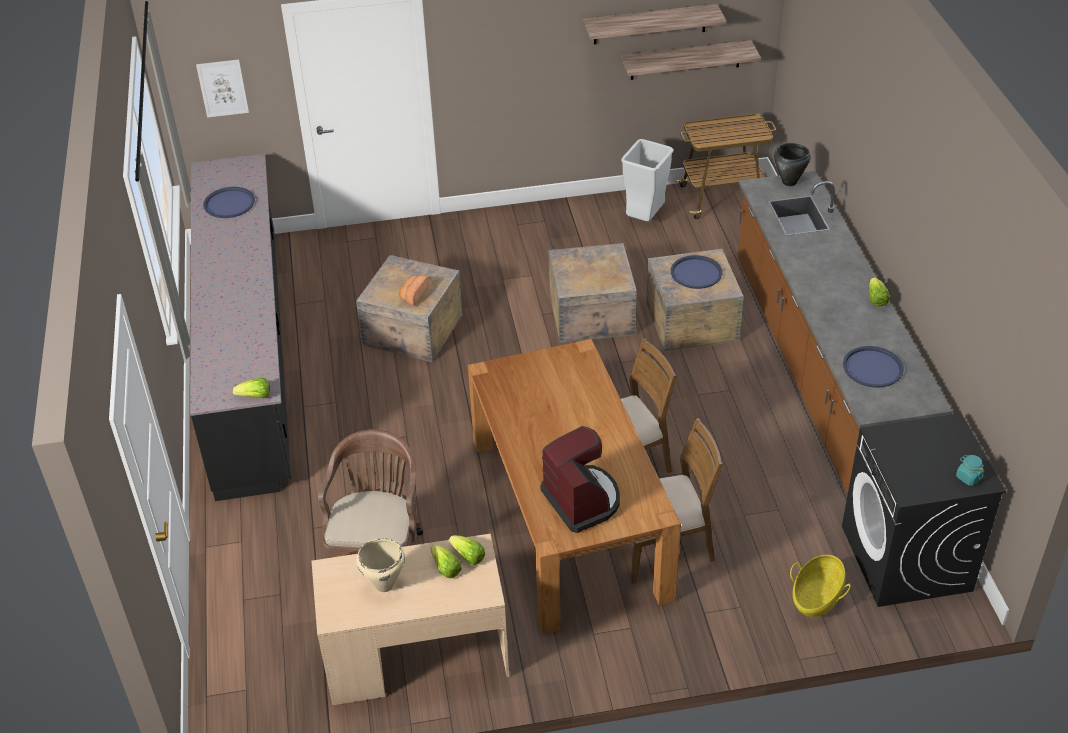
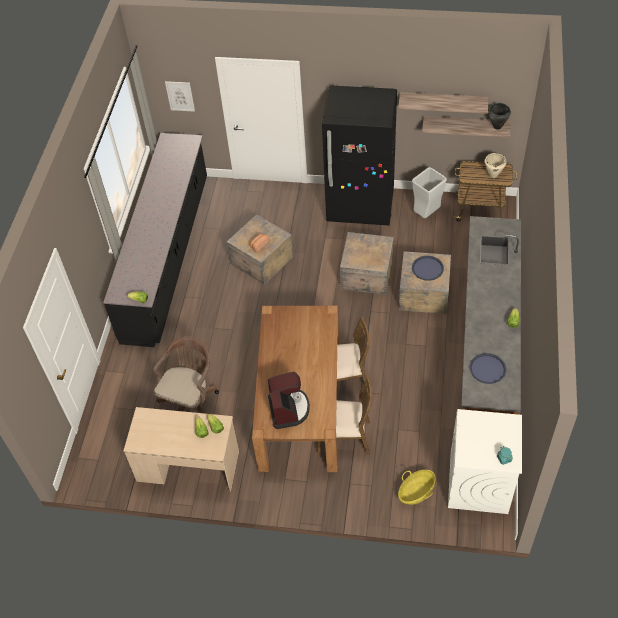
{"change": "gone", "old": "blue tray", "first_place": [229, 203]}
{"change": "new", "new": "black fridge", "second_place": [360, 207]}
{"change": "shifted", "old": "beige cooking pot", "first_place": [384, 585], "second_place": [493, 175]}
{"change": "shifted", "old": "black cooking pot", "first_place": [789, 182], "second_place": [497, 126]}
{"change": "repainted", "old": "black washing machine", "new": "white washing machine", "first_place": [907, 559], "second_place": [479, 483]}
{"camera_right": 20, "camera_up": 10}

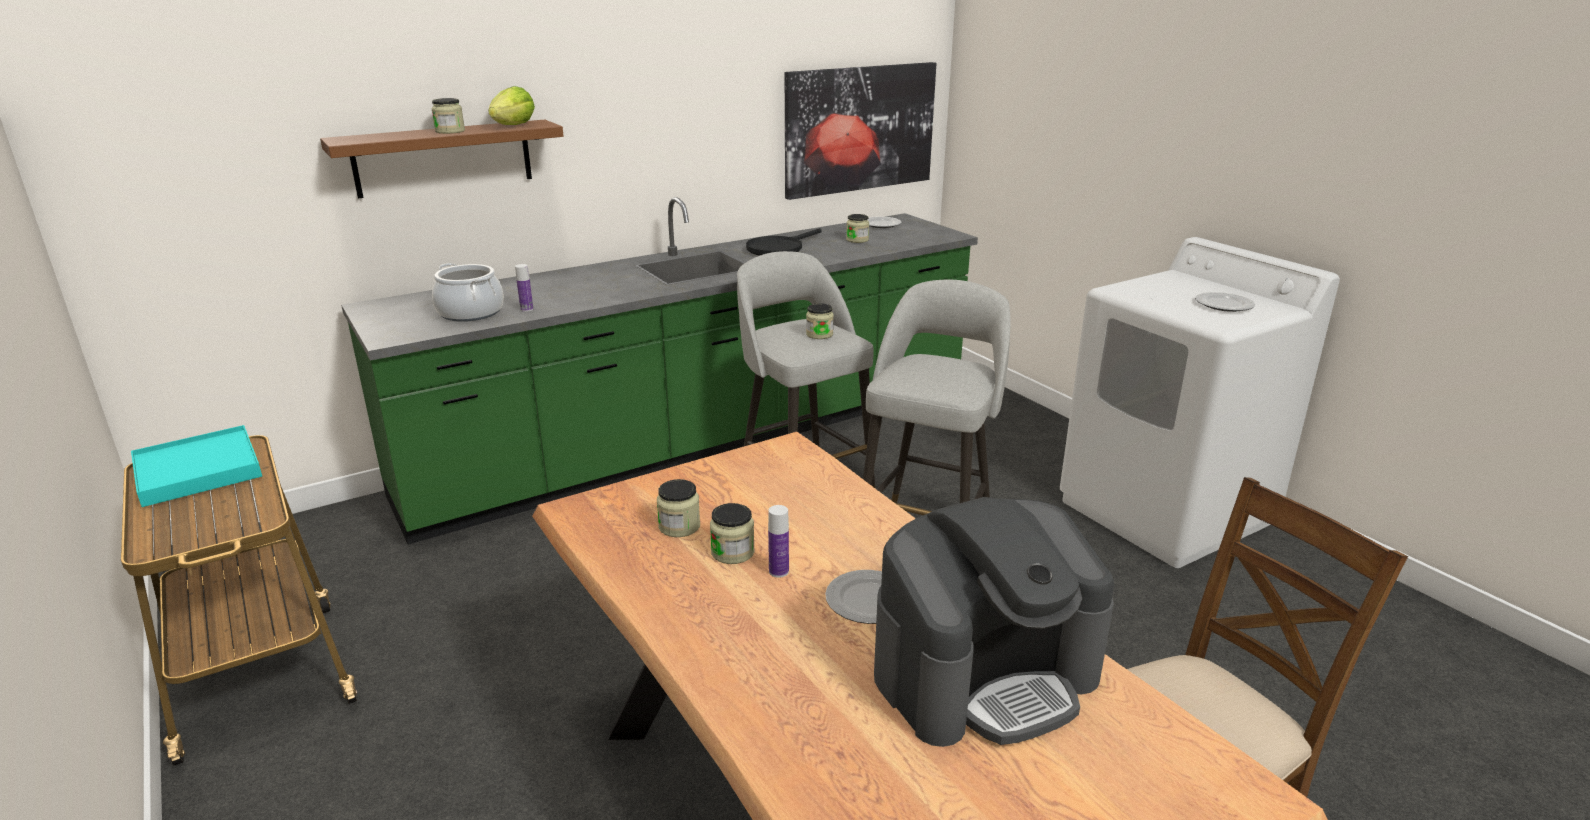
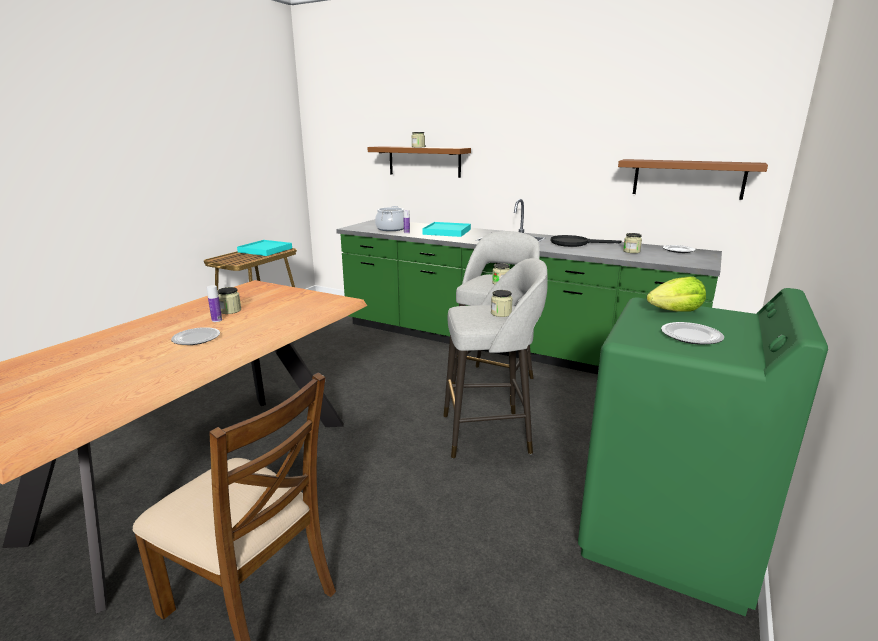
{"change": "gone", "old": "coffee machine", "first_place": [985, 674]}
{"change": "new", "new": "turquoise tray", "second_place": [447, 232]}
{"change": "shifted", "old": "lettuce", "first_place": [513, 126], "second_place": [675, 312]}
{"change": "shifted", "old": "jar", "first_place": [679, 526], "second_place": [501, 313]}
{"change": "swapped", "old": "picture", "new": "brown shelf", "first_place": [859, 129], "second_place": [688, 178]}
{"change": "repainted", "old": "white washing machine", "new": "green washing machine", "first_place": [1165, 512], "second_place": [666, 535]}
{"camera_right": 60, "camera_up": -5}

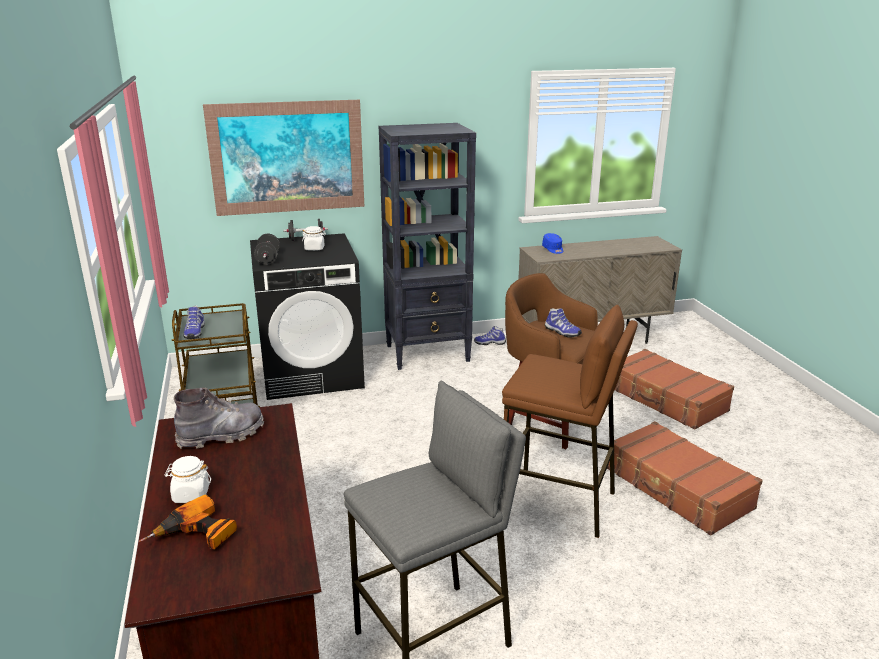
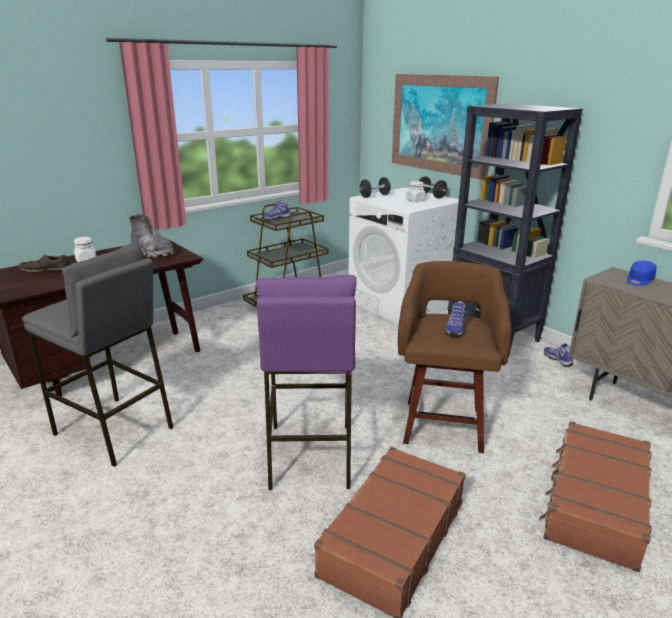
{"change": "swapped", "old": "power drill", "new": "brown shoe", "first_place": [196, 536], "second_place": [45, 269]}
{"change": "repainted", "old": "black washing machine", "new": "white washing machine", "first_place": [312, 373], "second_place": [400, 304]}
{"change": "repainted", "old": "brown stool", "new": "purple stool", "first_place": [559, 502], "second_place": [309, 456]}
{"camera_right": 65, "camera_up": 0}

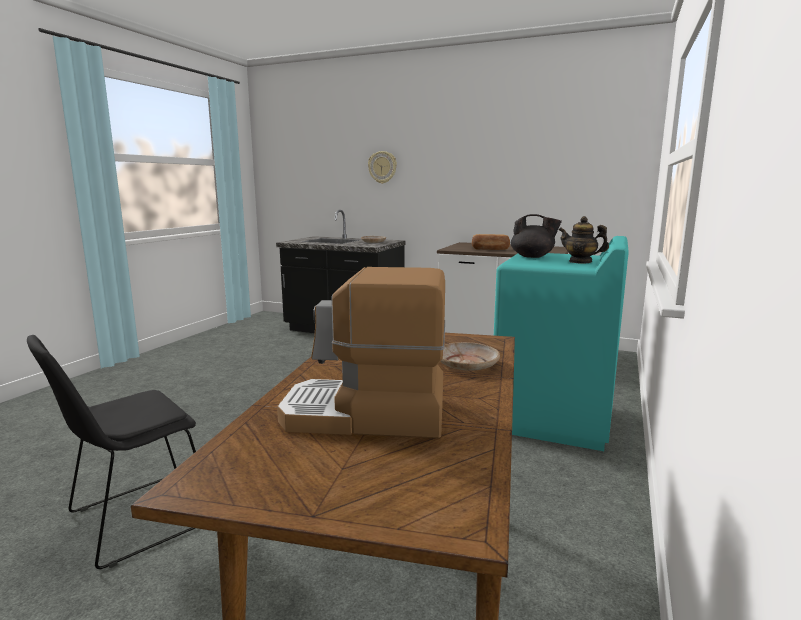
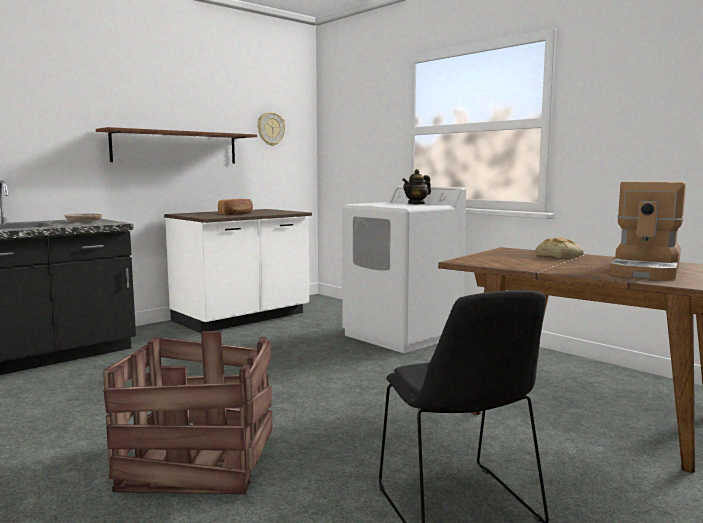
{"change": "gone", "old": "black teapot", "first_place": [533, 257]}
{"change": "new", "new": "brown shelf", "second_place": [176, 147]}
{"change": "new", "new": "crate", "second_place": [198, 462]}
{"change": "shifted", "old": "wall clock", "first_place": [382, 167], "second_place": [270, 129]}
{"change": "swapped", "old": "beige plate", "new": "bread", "first_place": [467, 364], "second_place": [558, 255]}
{"change": "repainted", "old": "turquoise washing machine", "new": "white washing machine", "first_place": [553, 419], "second_place": [402, 335]}
{"camera_right": -65, "camera_up": -5}

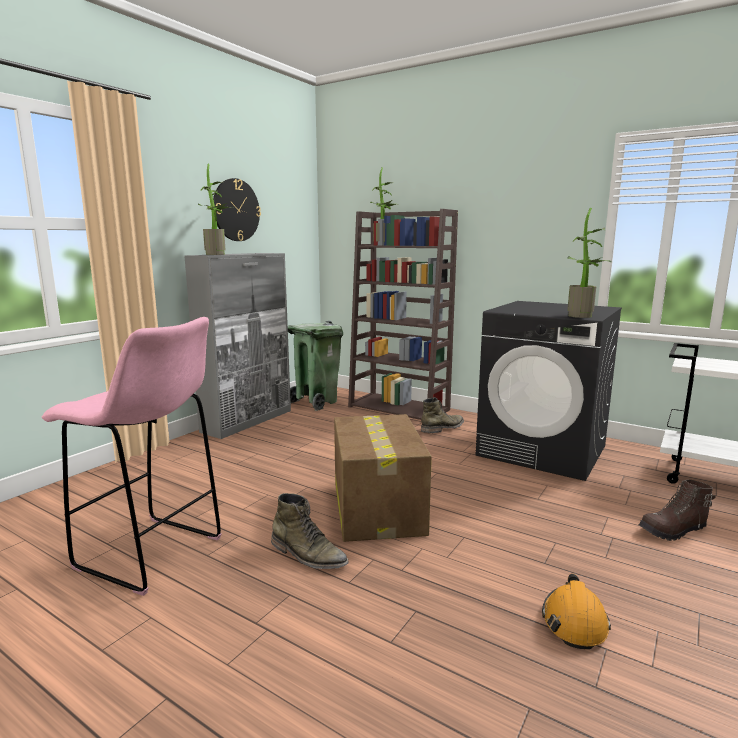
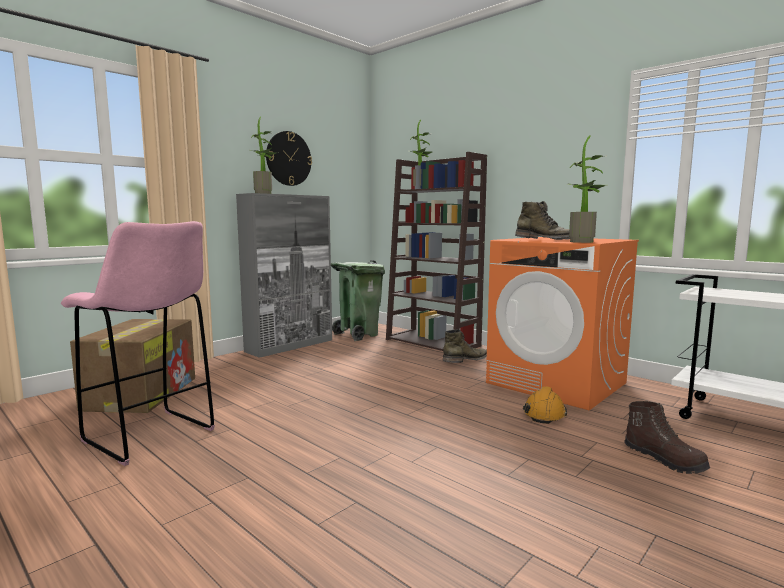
{"change": "shifted", "old": "green boot", "first_place": [308, 555], "second_place": [545, 239]}
{"change": "shifted", "old": "cardboard box", "first_place": [377, 507], "second_place": [142, 393]}
{"change": "shifted", "old": "orange hard hat", "first_place": [574, 621], "second_place": [544, 413]}
{"change": "repainted", "old": "black washing machine", "new": "orange washing machine", "first_place": [542, 450], "second_place": [557, 383]}
{"change": "rotated", "old": "brown boot", "first_place": [673, 531], "second_place": [664, 459], "degrees": -120}
{"camera_right": 10, "camera_up": -5}

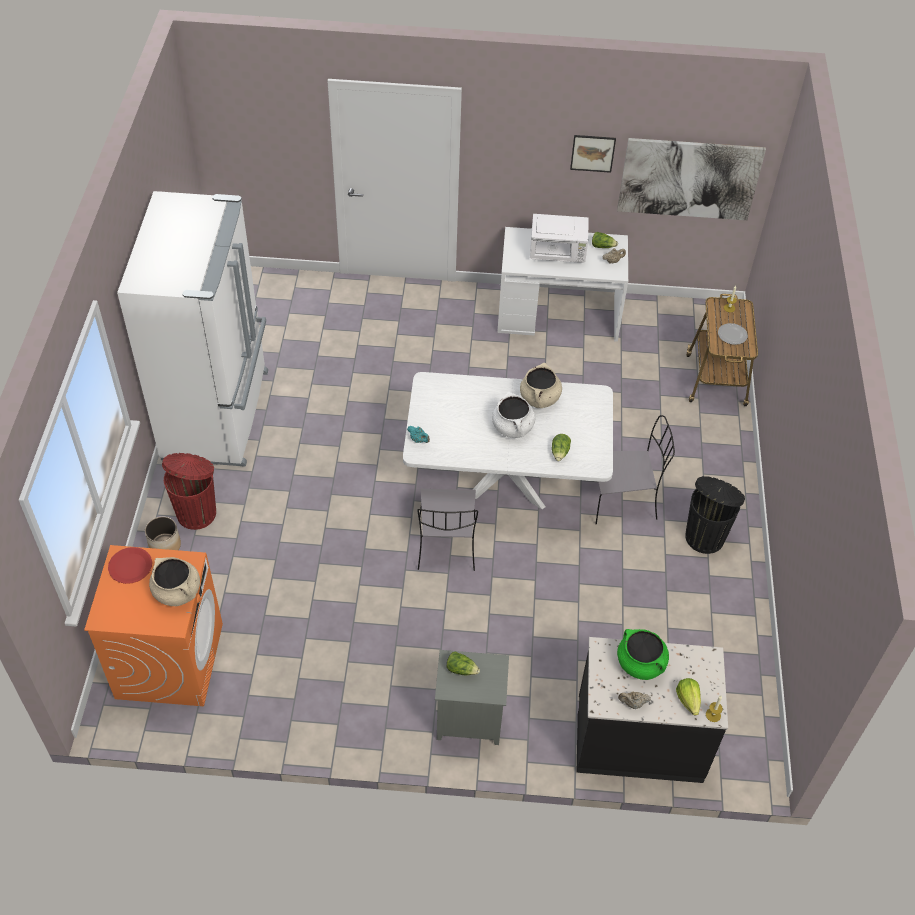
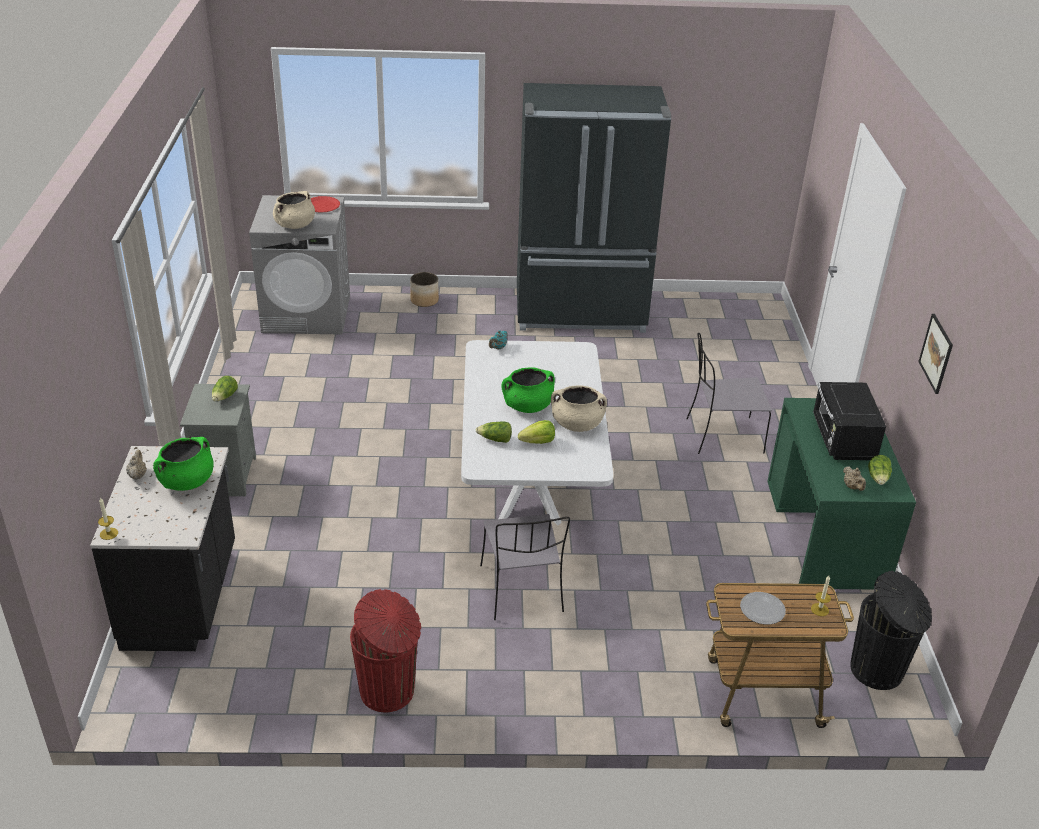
{"change": "gone", "old": "picture", "first_place": [689, 178]}
{"change": "shifted", "old": "red trash can", "first_place": [197, 512], "second_place": [389, 691]}
{"change": "shifted", "old": "grey chair", "first_place": [446, 546], "second_place": [722, 436]}
{"change": "shifted", "old": "lettuce", "first_place": [688, 700], "second_place": [538, 442]}
{"change": "shifted", "old": "black trash can", "first_place": [705, 536], "second_place": [878, 670]}
{"change": "repainted", "old": "orange washing machine", "new": "grey washing machine", "first_place": [169, 660], "second_place": [307, 314]}
{"change": "repainted", "old": "white fridge", "new": "black fridge", "first_place": [218, 414], "second_place": [581, 312]}
{"change": "repainted", "old": "white cooking pot", "new": "green cooking pot", "first_place": [513, 427], "second_place": [527, 406]}
{"change": "repainted", "old": "white desk", "new": "green desk", "first_place": [558, 314], "second_place": [825, 532]}
{"change": "repainted", "old": "white microwave", "new": "black microwave", "first_place": [558, 253], "second_place": [842, 440]}
{"camera_right": 85, "camera_up": -15}

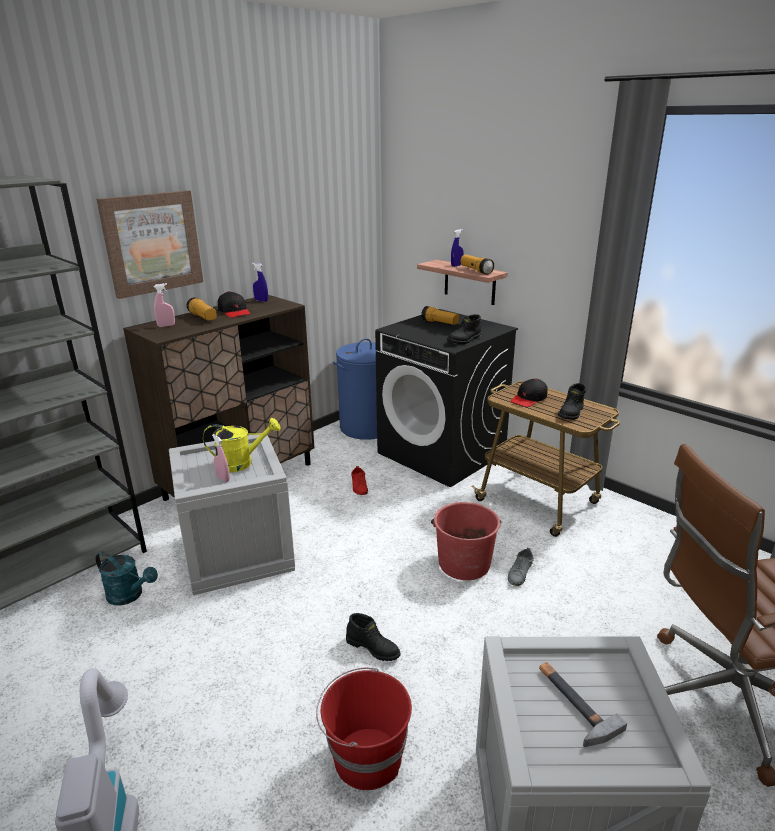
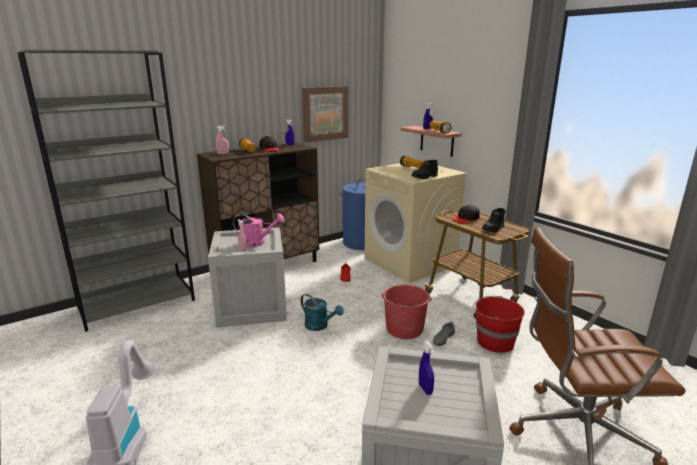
{"change": "gone", "old": "black boot", "first_place": [373, 647]}
{"change": "shifted", "old": "turquoise watering can", "first_place": [130, 595], "second_place": [320, 326]}
{"change": "shifted", "old": "picture", "first_place": [152, 243], "second_place": [325, 113]}
{"change": "shifted", "old": "red bucket", "first_place": [366, 757], "second_place": [494, 342]}
{"change": "swapped", "old": "hammer", "new": "blue spray bottle", "first_place": [572, 703], "second_place": [425, 389]}
{"change": "repainted", "old": "yellow watering can", "new": "pink watering can", "first_place": [241, 463], "second_place": [257, 243]}
{"change": "repainted", "old": "black washing machine", "new": "beige washing machine", "first_place": [442, 453], "second_place": [410, 262]}
{"camera_right": 10, "camera_up": -5}

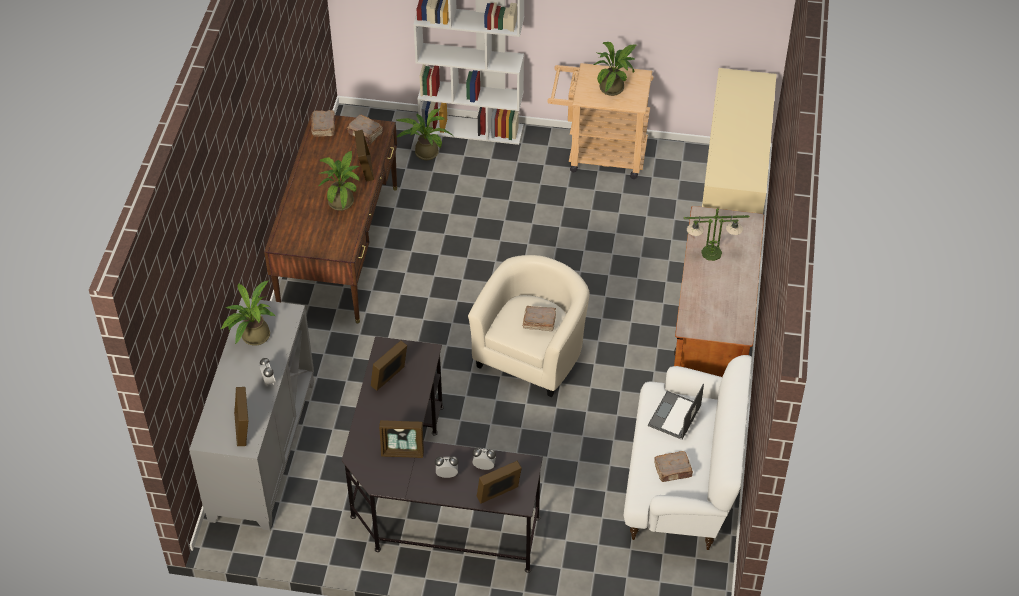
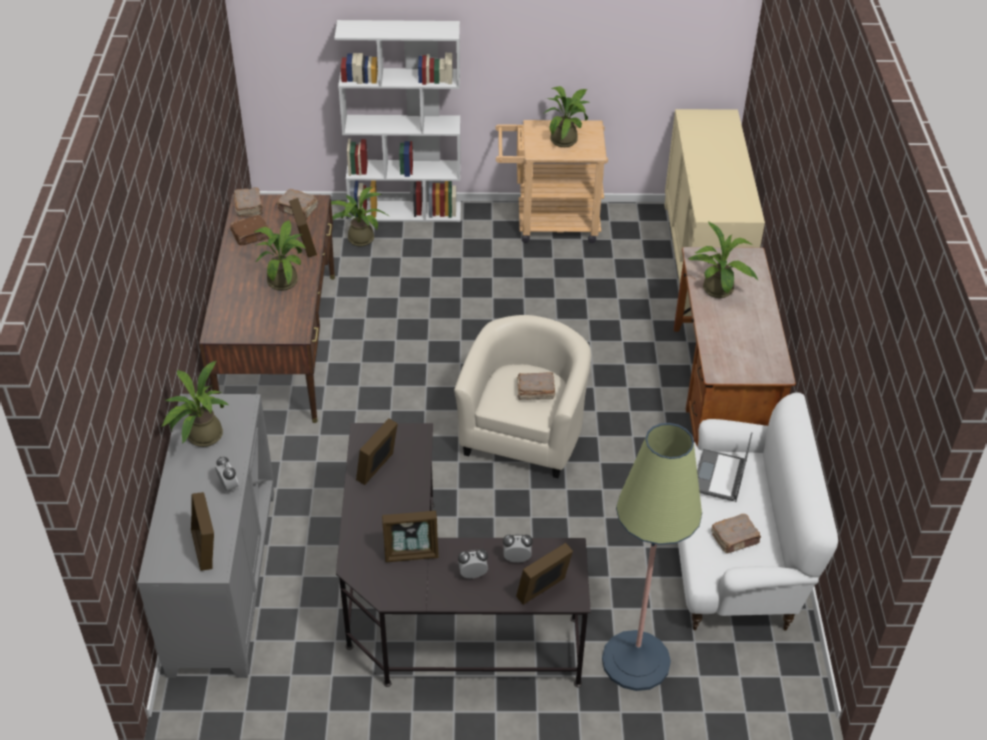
{"change": "new", "new": "brown book", "second_place": [251, 236]}
{"change": "new", "new": "floor lamp", "second_place": [636, 661]}
{"change": "swapped", "old": "table lamp", "new": "potted plant", "first_place": [712, 253], "second_place": [719, 292]}
{"camera_right": -10, "camera_up": -5}

